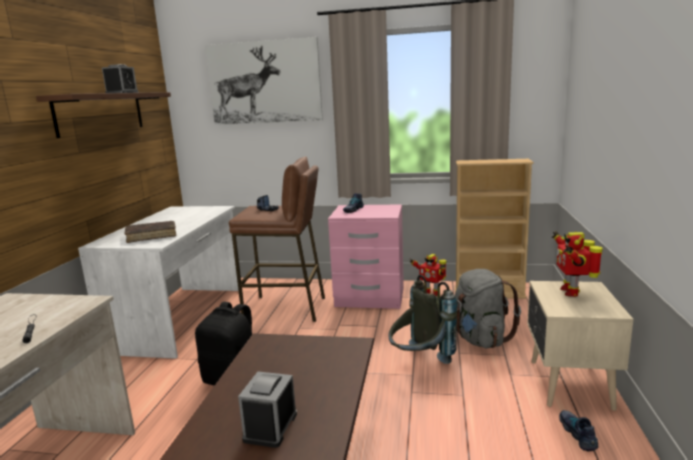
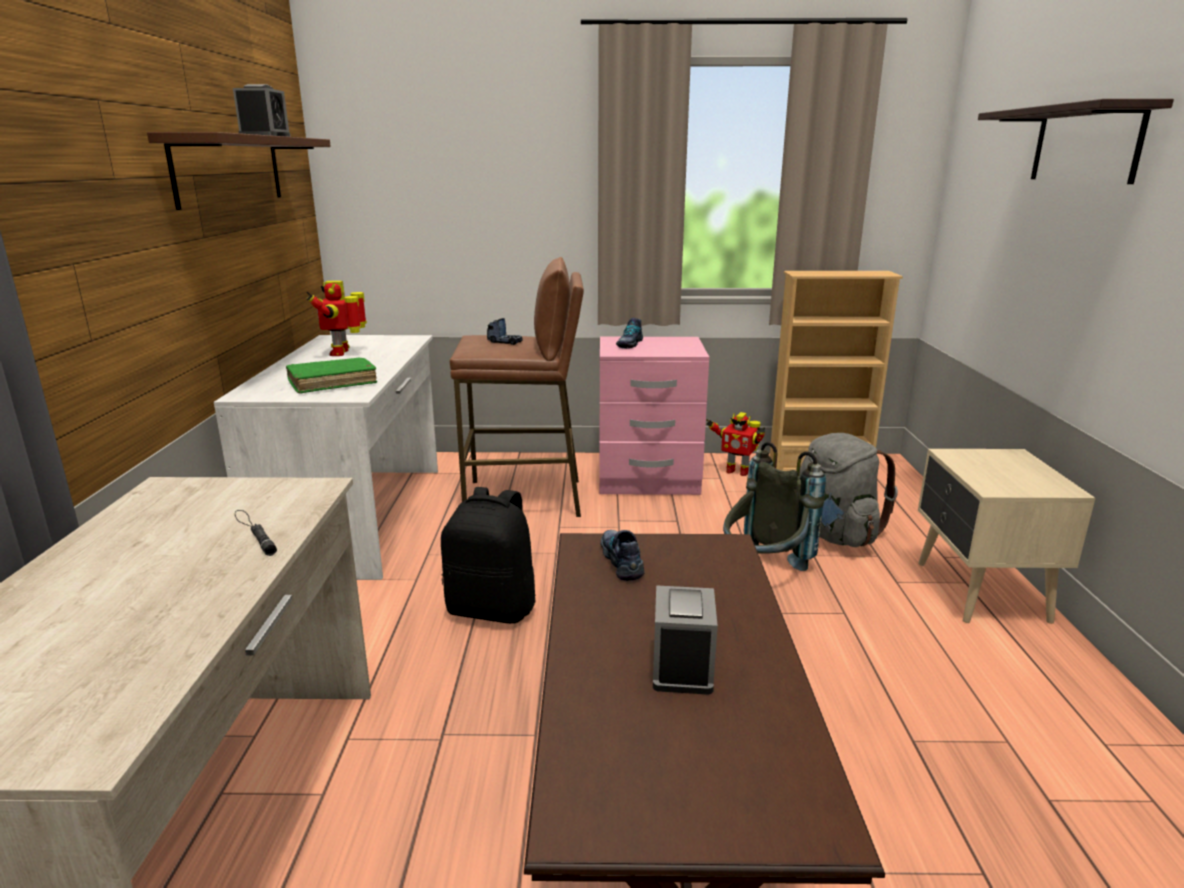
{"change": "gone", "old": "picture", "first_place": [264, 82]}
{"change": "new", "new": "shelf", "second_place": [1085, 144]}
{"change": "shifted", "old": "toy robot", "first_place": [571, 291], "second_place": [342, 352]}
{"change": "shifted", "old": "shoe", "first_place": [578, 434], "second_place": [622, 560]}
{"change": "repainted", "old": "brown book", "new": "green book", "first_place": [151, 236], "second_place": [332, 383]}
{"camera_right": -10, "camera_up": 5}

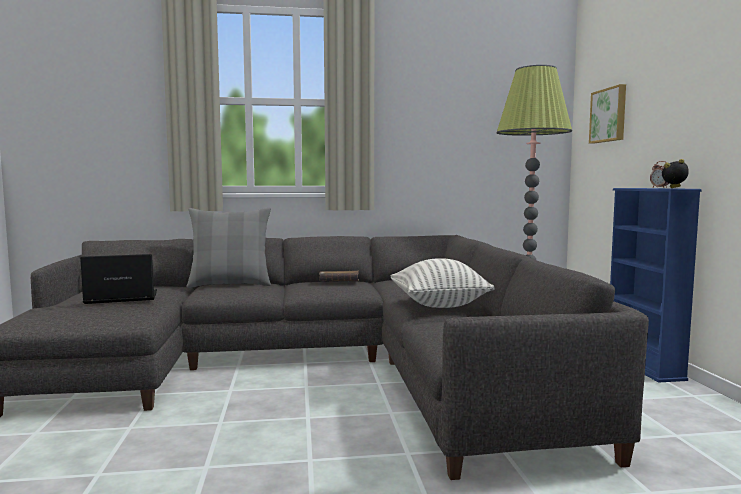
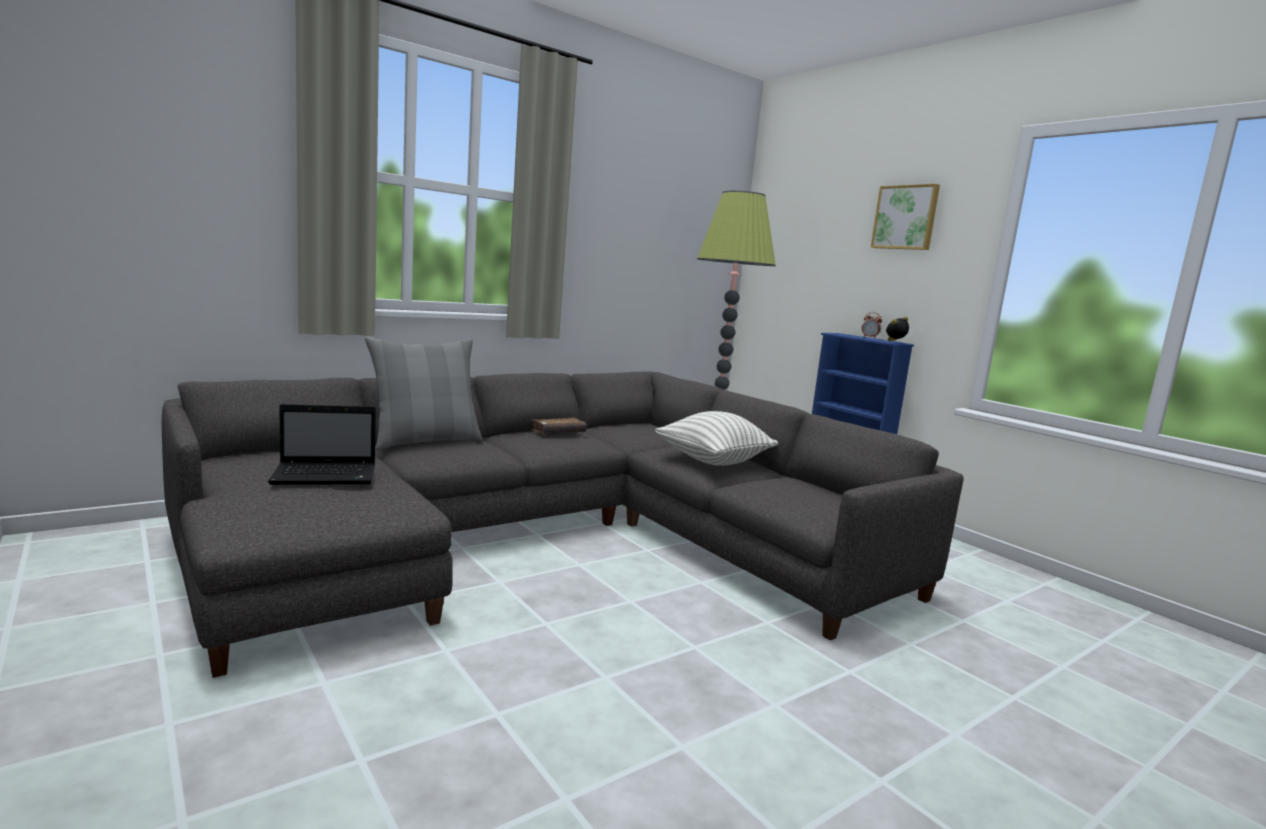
{"change": "shifted", "old": "picture", "first_place": [609, 115], "second_place": [906, 217]}
{"change": "rotated", "old": "laptop", "first_place": [120, 298], "second_place": [327, 476], "degrees": -150}
{"camera_right": -30, "camera_up": 5}

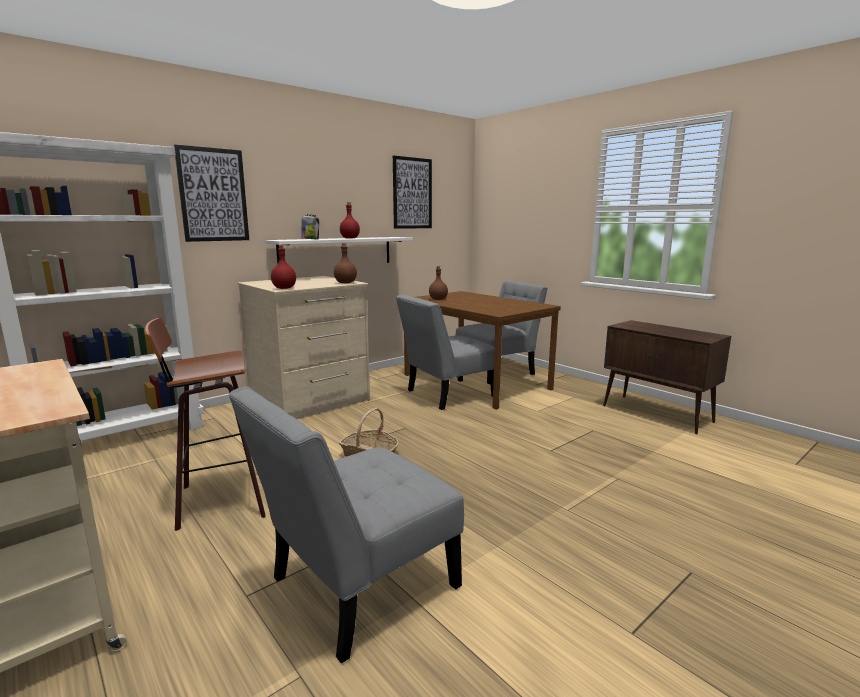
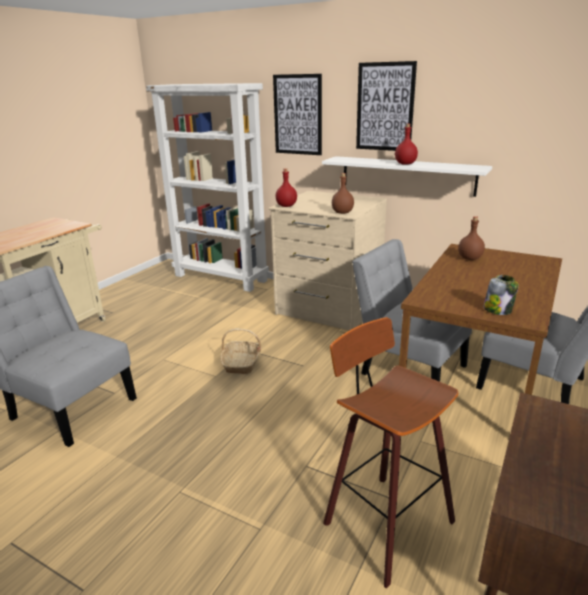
{"change": "shifted", "old": "stool", "first_place": [219, 500], "second_place": [383, 522]}
{"change": "shifted", "old": "jar", "first_place": [310, 239], "second_place": [498, 310]}
{"change": "shifted", "old": "picture", "first_place": [412, 193], "second_place": [385, 107]}
{"camera_right": 70, "camera_up": 10}

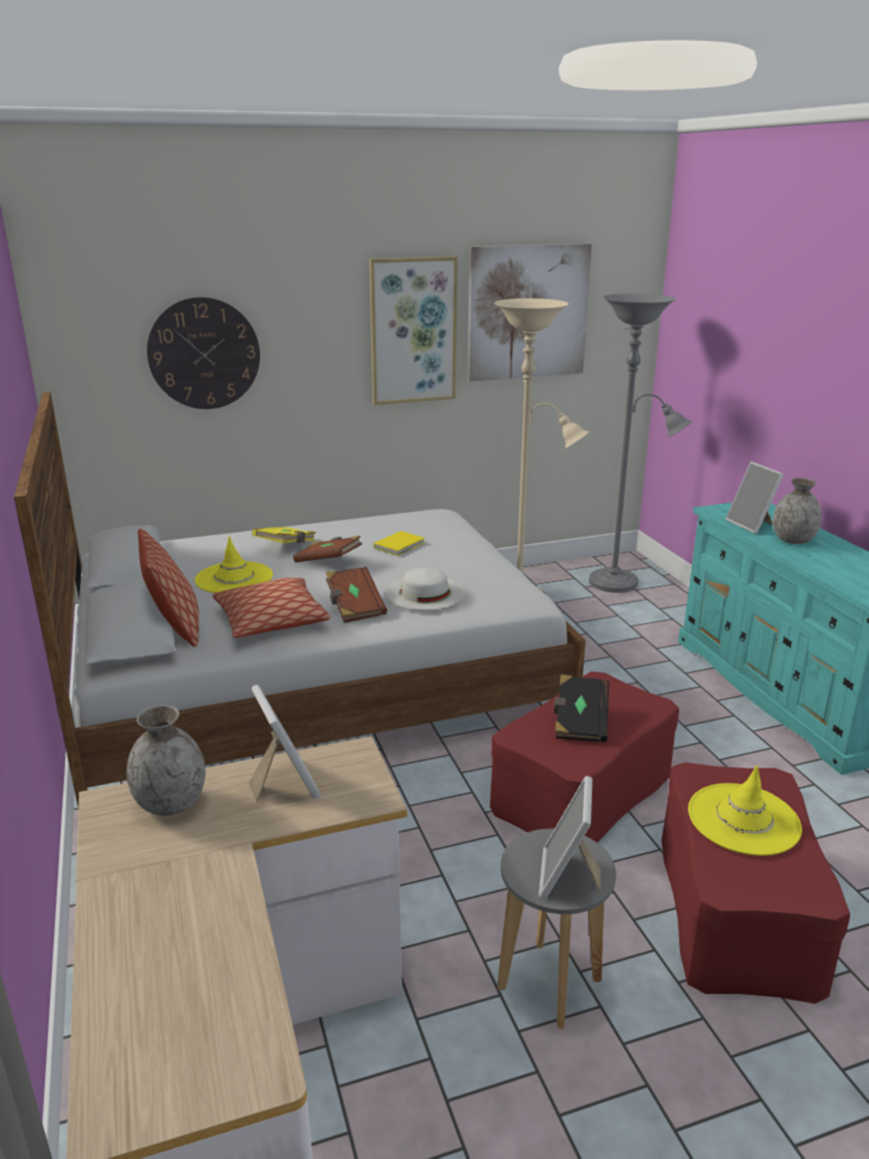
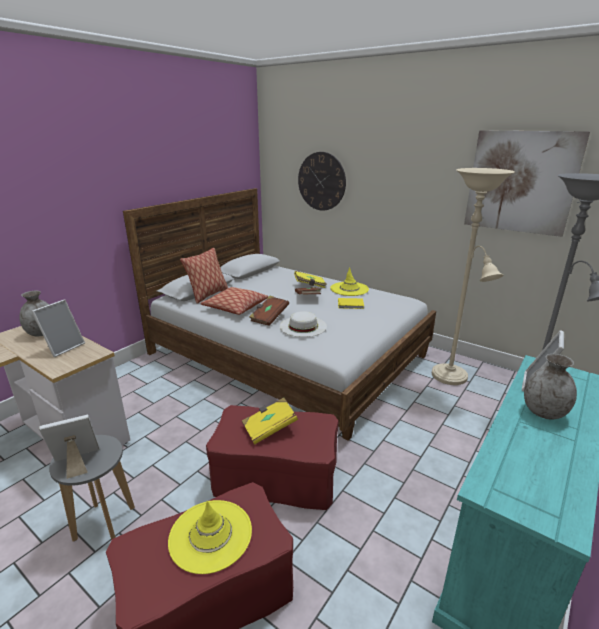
{"change": "gone", "old": "picture", "first_place": [413, 331]}
{"change": "shifted", "old": "yellow hat", "first_place": [234, 578], "second_place": [349, 289]}
{"change": "repainted", "old": "black book", "new": "yellow book", "first_place": [579, 722], "second_place": [269, 428]}
{"camera_right": 55, "camera_up": 0}

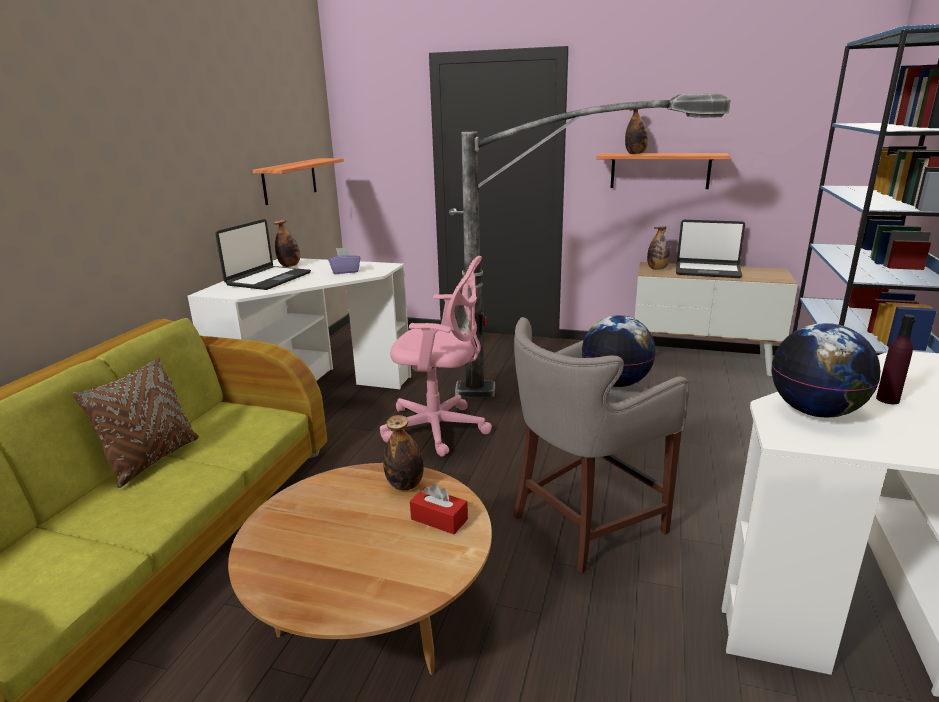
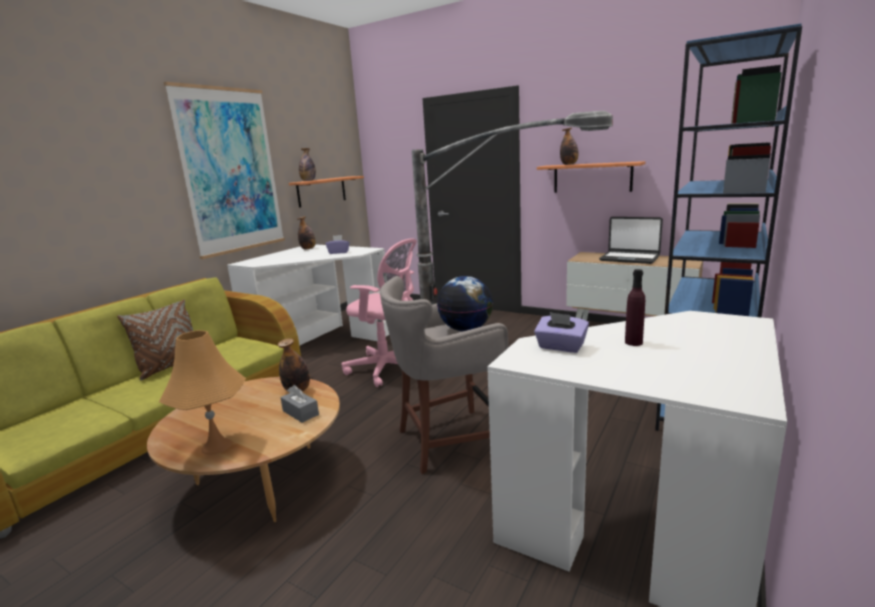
{"change": "gone", "old": "laptop", "first_place": [268, 279]}
{"change": "new", "new": "orange table lamp", "second_place": [217, 446]}
{"change": "new", "new": "picture", "second_place": [230, 171]}
{"change": "shifted", "old": "bottle", "first_place": [657, 269], "second_place": [308, 181]}
{"change": "swapped", "old": "globe", "new": "purple tissue box", "first_place": [815, 412], "second_place": [560, 347]}
{"change": "repainted", "old": "red tissue box", "new": "grey tissue box", "first_place": [439, 519], "second_place": [300, 413]}
{"camera_right": 15, "camera_up": -5}

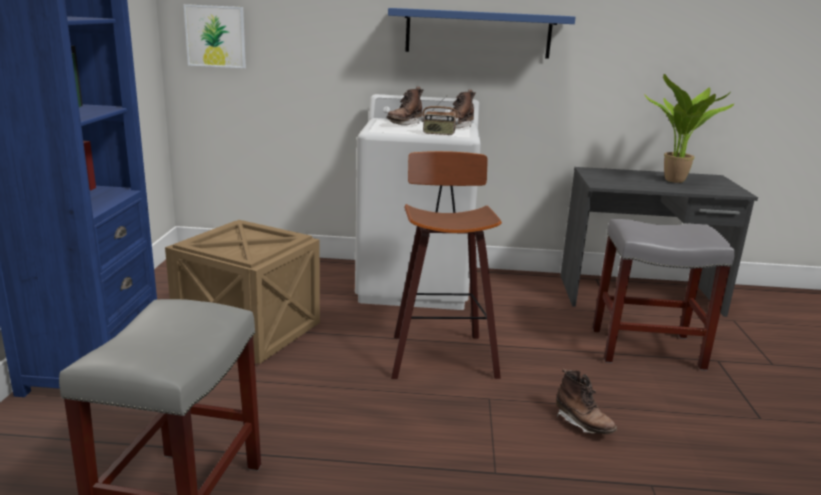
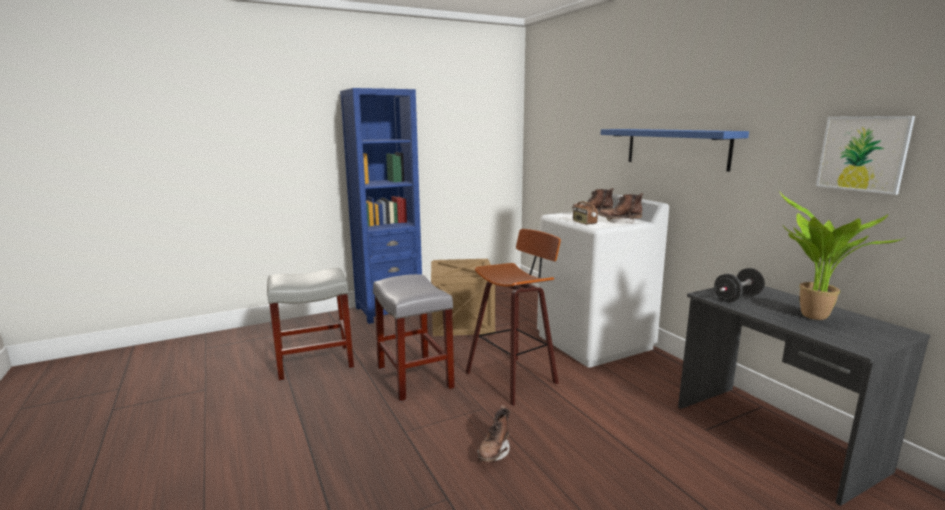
{"change": "new", "new": "black dumbbell", "second_place": [737, 298]}
{"change": "shifted", "old": "picture", "first_place": [215, 36], "second_place": [862, 153]}
{"change": "shifted", "old": "grey stool", "first_place": [645, 349], "second_place": [413, 377]}
{"camera_right": 60, "camera_up": -5}

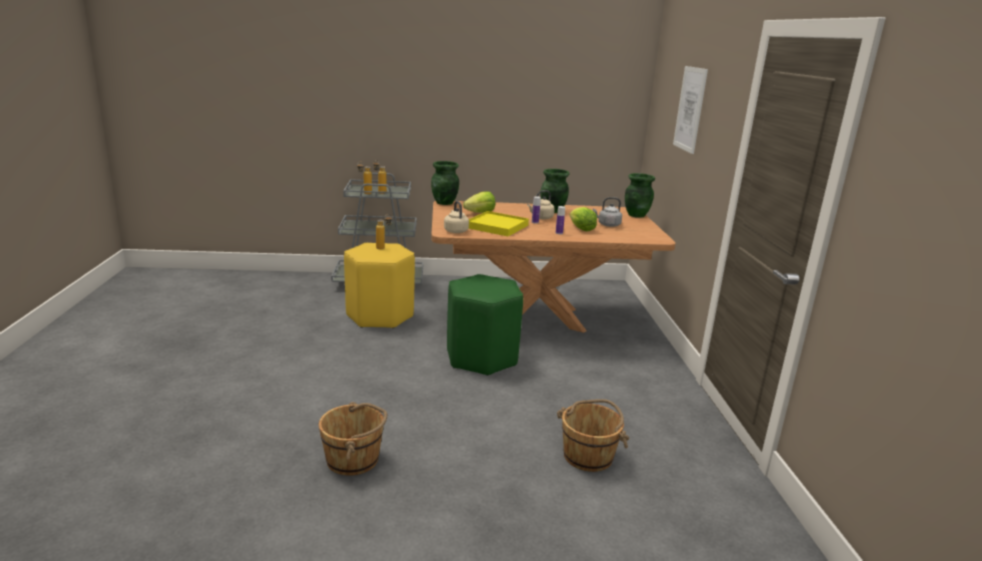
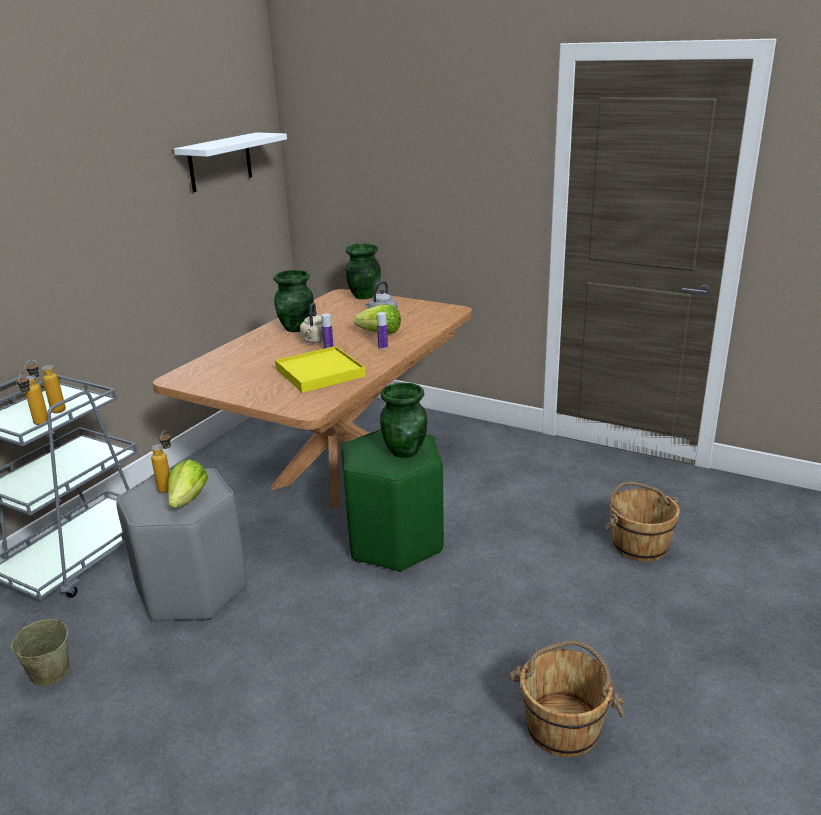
{"change": "gone", "old": "beige kettle", "first_place": [455, 231]}
{"change": "gone", "old": "picture", "first_place": [690, 109]}
{"change": "new", "new": "beige bucket", "second_place": [50, 672]}
{"change": "new", "new": "white shelf", "second_place": [220, 162]}
{"change": "shifted", "old": "green vase", "first_place": [444, 203], "second_place": [405, 451]}
{"change": "shifted", "old": "lettuce", "first_place": [480, 213], "second_place": [188, 499]}
{"change": "repainted", "old": "yellow stool", "new": "grey stool", "first_place": [380, 316], "second_place": [192, 589]}
{"camera_right": -55, "camera_up": 5}

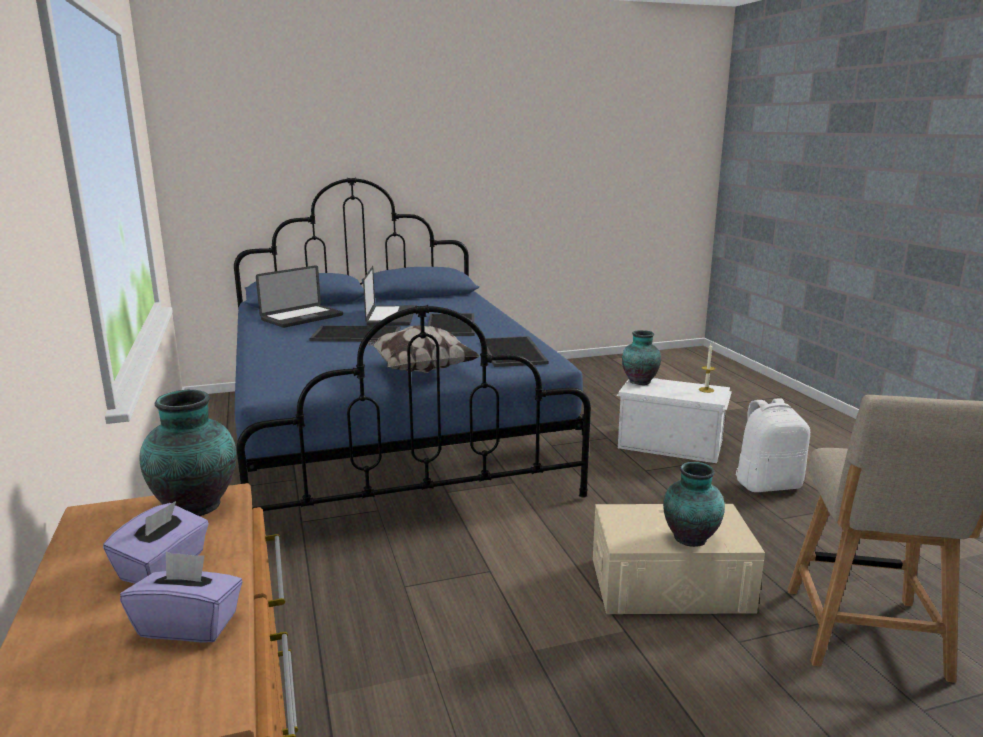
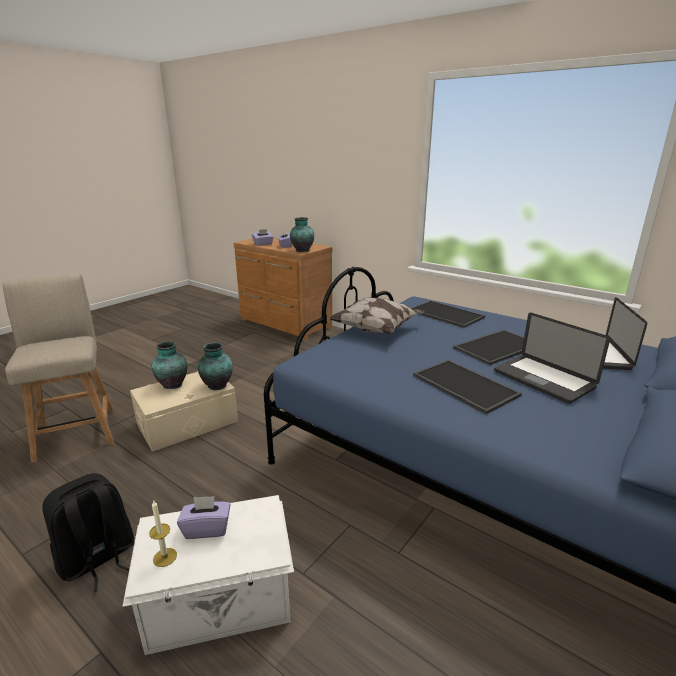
{"change": "new", "new": "purple tissue box", "second_place": [207, 528]}
{"change": "shifted", "old": "tray", "first_place": [514, 352], "second_place": [444, 314]}
{"change": "shifted", "old": "vase", "first_place": [639, 381], "second_place": [217, 386]}
{"change": "repainted", "old": "white backpack", "new": "black backpack", "first_place": [767, 484], "second_place": [98, 560]}
{"camera_right": 145, "camera_up": 5}

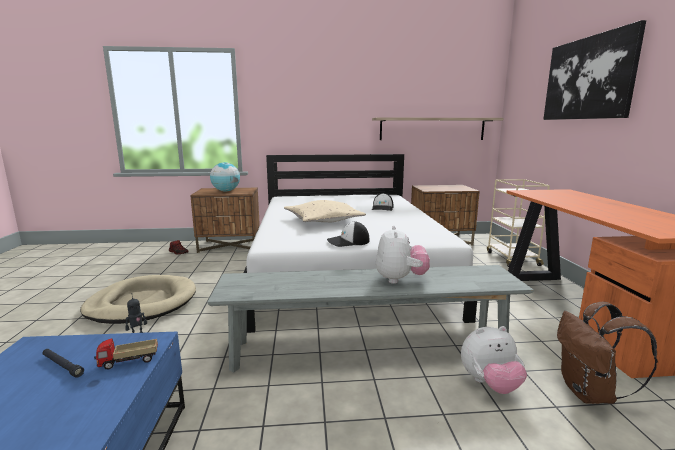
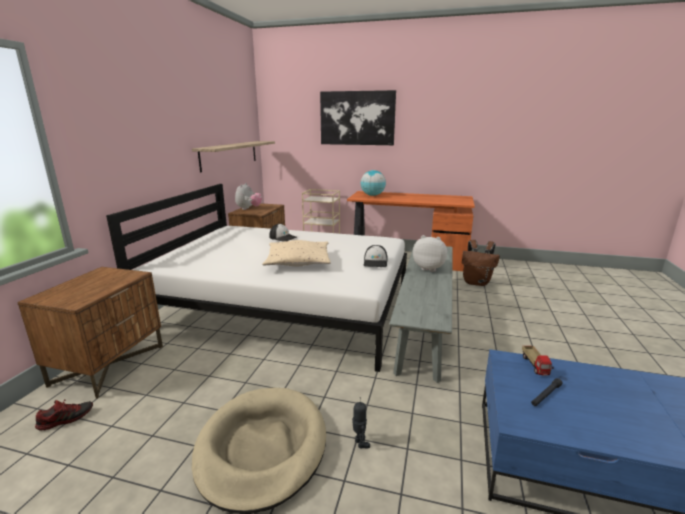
{"change": "shifted", "old": "globe", "first_place": [226, 191], "second_place": [372, 195]}
{"change": "shifted", "old": "plush toy", "first_place": [490, 384], "second_place": [248, 209]}
{"camera_right": -70, "camera_up": 5}

